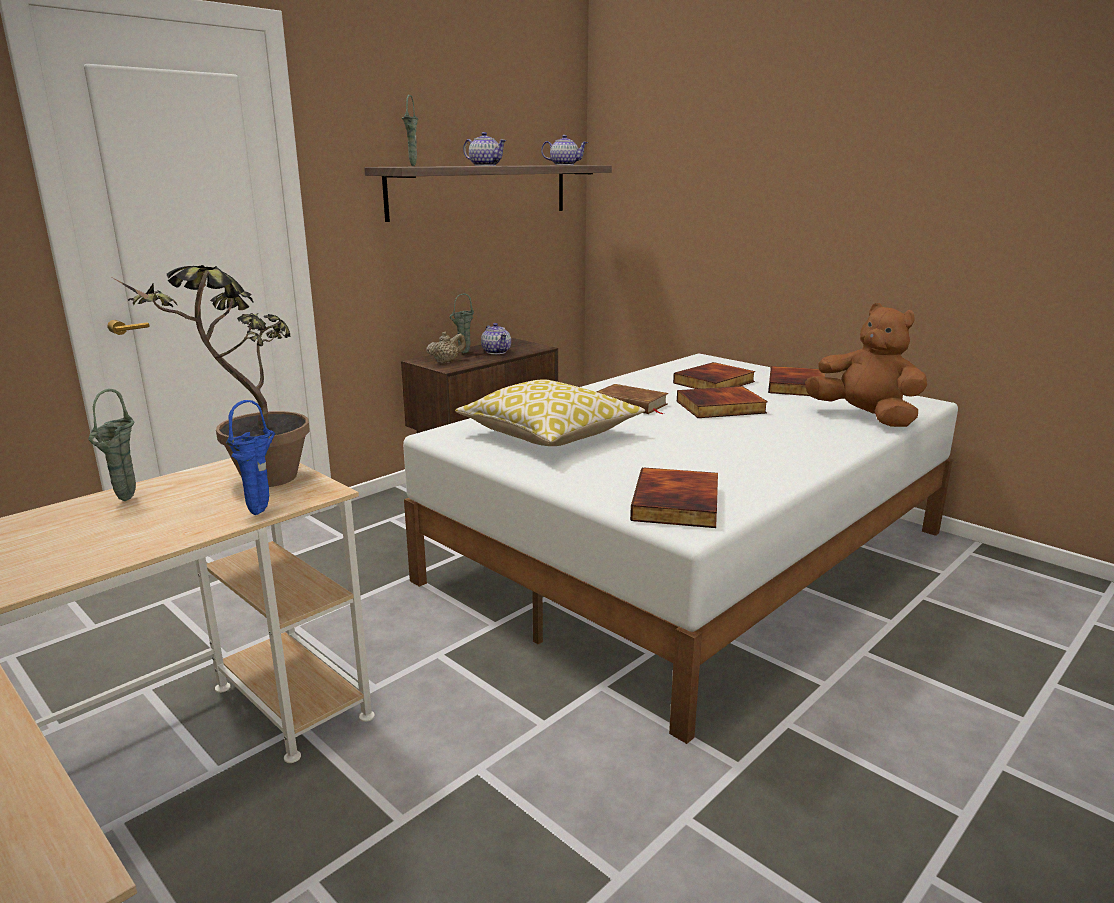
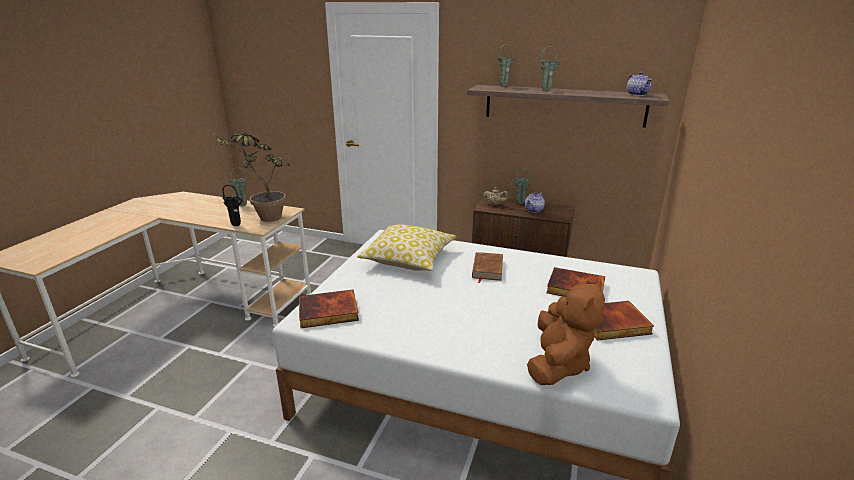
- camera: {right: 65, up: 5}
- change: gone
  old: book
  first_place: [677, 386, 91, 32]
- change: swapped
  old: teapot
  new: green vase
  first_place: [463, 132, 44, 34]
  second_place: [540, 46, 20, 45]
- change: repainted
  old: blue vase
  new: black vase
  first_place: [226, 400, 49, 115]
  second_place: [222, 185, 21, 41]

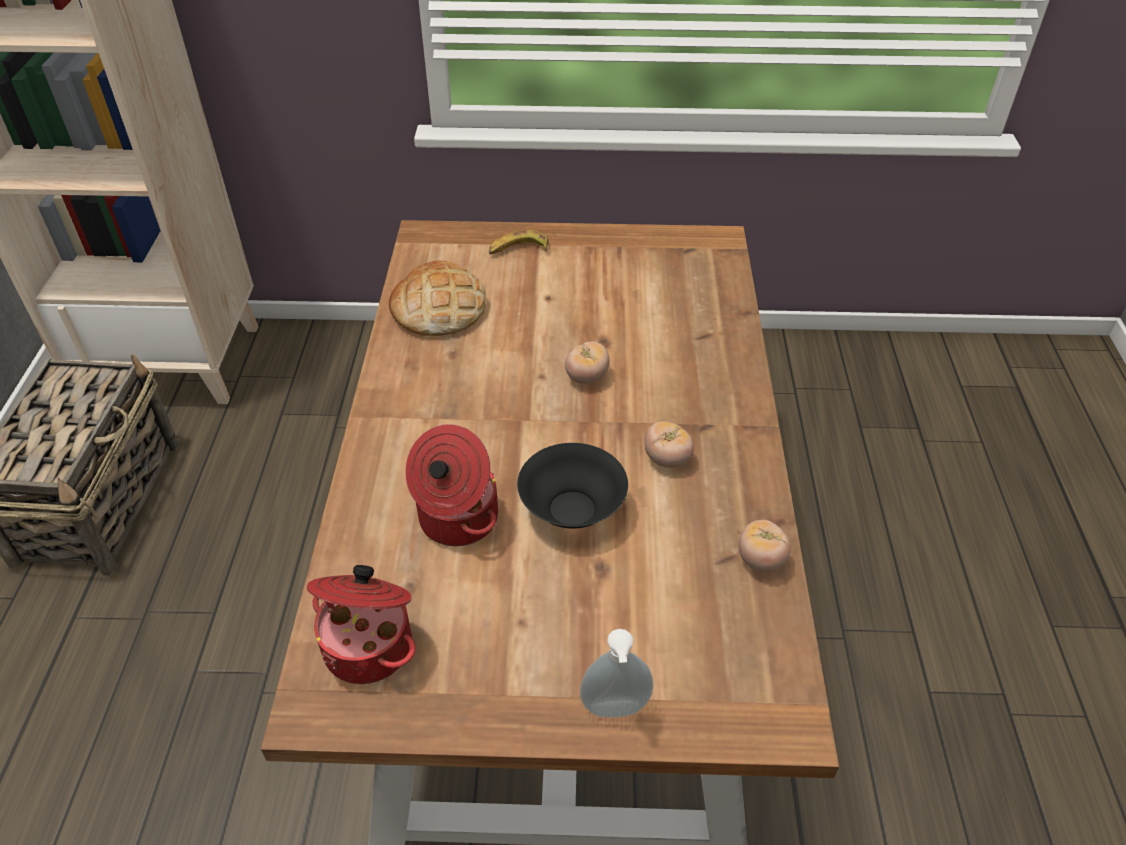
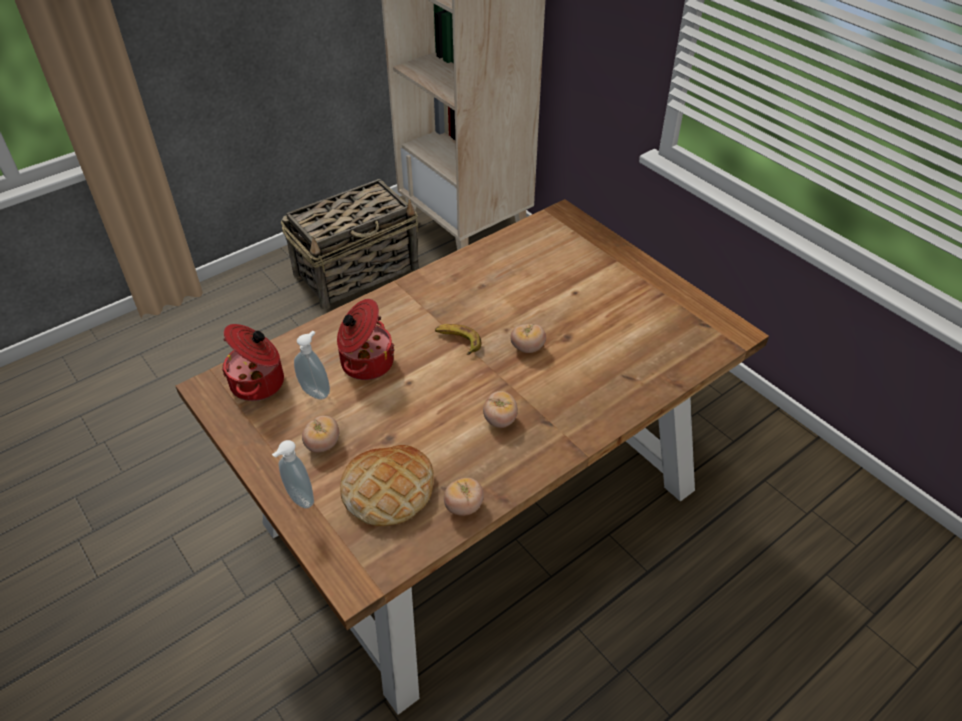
- camera: {right: 50, up: 0}
- change: gone
  old: black bowl
  first_place: [517, 443, 111, 86]
- change: new
  new: soap dispenser
  second_place: [294, 331, 36, 69]
- change: new
  new: tomato
  second_place: [302, 416, 37, 37]
- change: shifted
  old: bread
  first_place: [389, 260, 97, 76]
  second_place: [340, 445, 94, 81]
- change: shifted
  old: banana
  first_place: [489, 229, 60, 26]
  second_place: [435, 324, 47, 31]

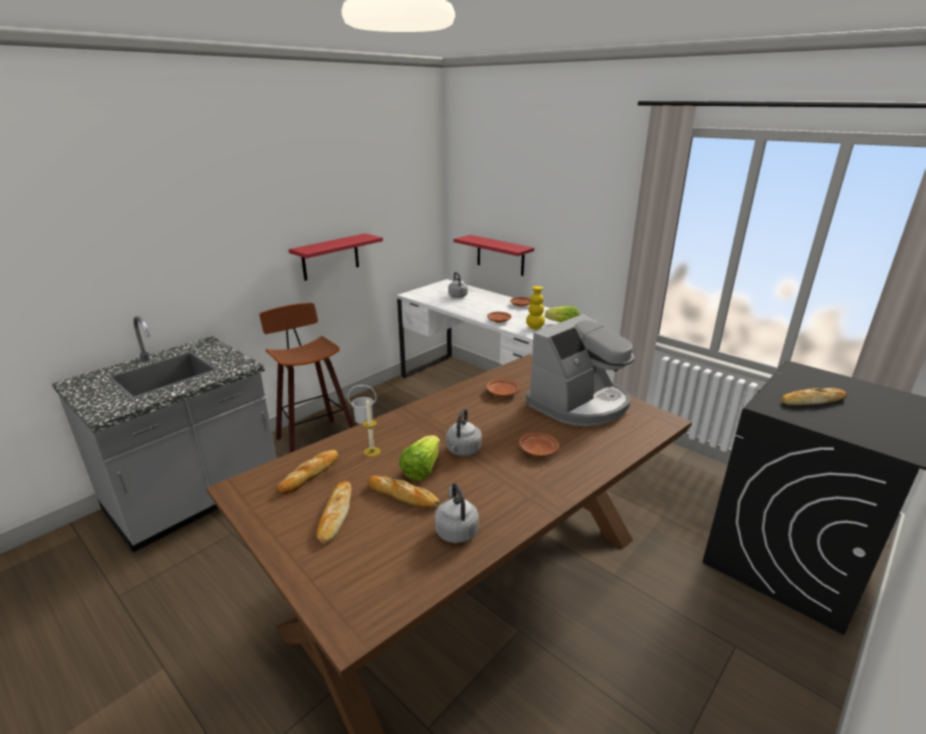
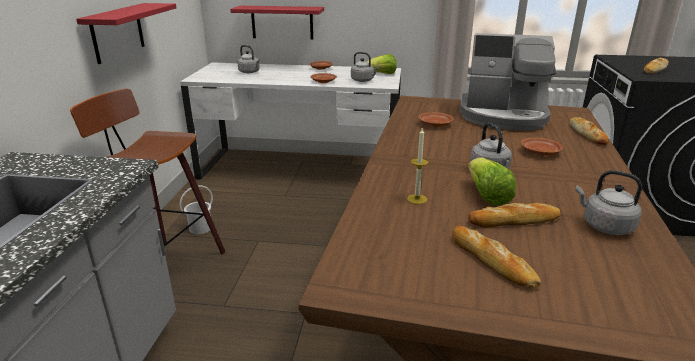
- camera: {right: -35, up: 0}
- change: shifted
  old: bread
  first_place: [276, 450, 63, 44]
  second_place: [569, 117, 40, 28]
- change: swapped
  old: yellow vase
  new: grey kettle
  first_place: [526, 286, 19, 43]
  second_place: [351, 52, 28, 30]
- change: rotated
  old: coffee machine
  first_place: [526, 314, 109, 112]
  second_place: [460, 33, 96, 98]
  degrees: 90

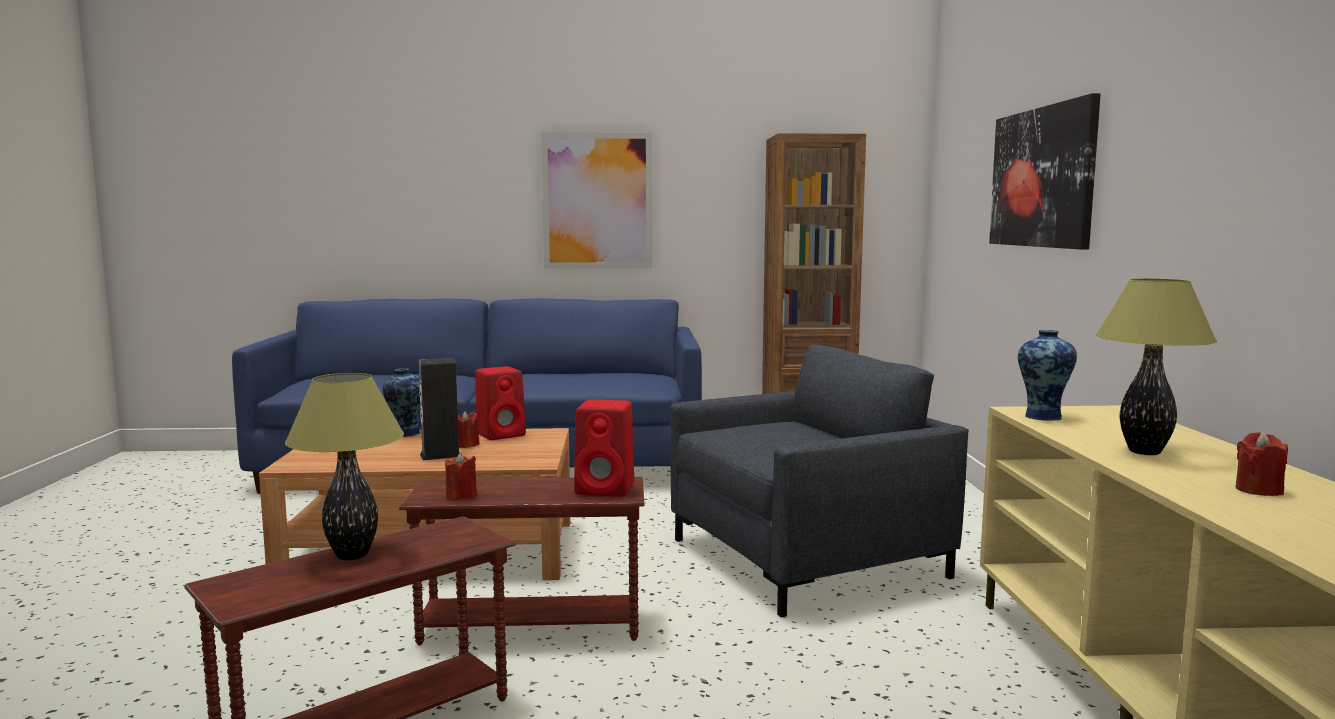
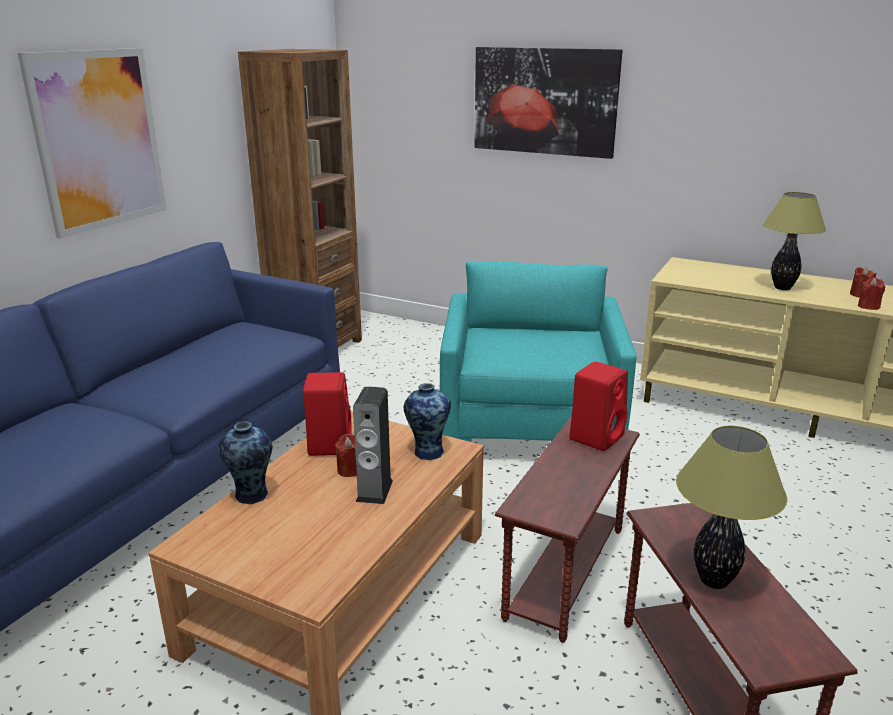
- camera: {right: -60, up: 15}
- change: shifted
  old: red candle
  first_place: [445, 452, 32, 48]
  second_place: [858, 278, 27, 32]
- change: shifted
  old: vase
  first_place: [1018, 330, 59, 91]
  second_place: [404, 383, 47, 77]
- change: repainted
  old: grey armchair
  new: turquoise armchair
  first_place: [670, 344, 299, 273]
  second_place: [440, 261, 197, 181]

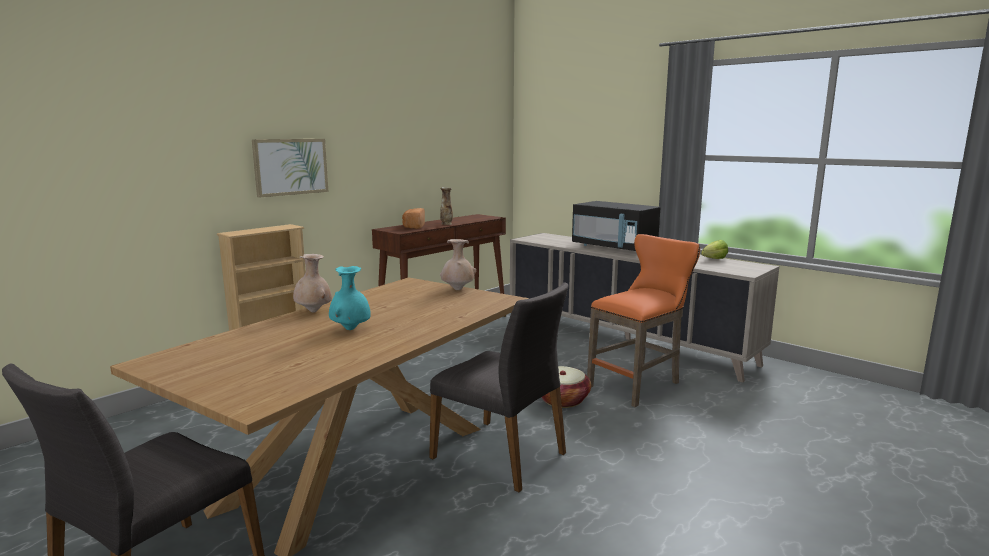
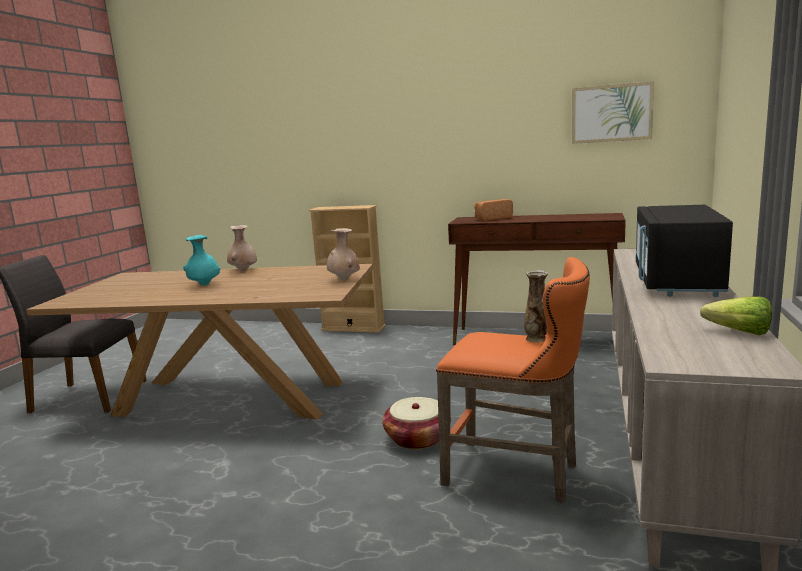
- camera: {right: 65, up: 0}
- change: gone
  old: grey chair
  first_place: [429, 282, 139, 210]
- change: shifted
  old: picture
  first_place: [252, 139, 77, 59]
  second_place: [572, 81, 82, 63]
- change: shifted
  old: vase
  first_place: [440, 187, 13, 38]
  second_place: [524, 270, 25, 73]

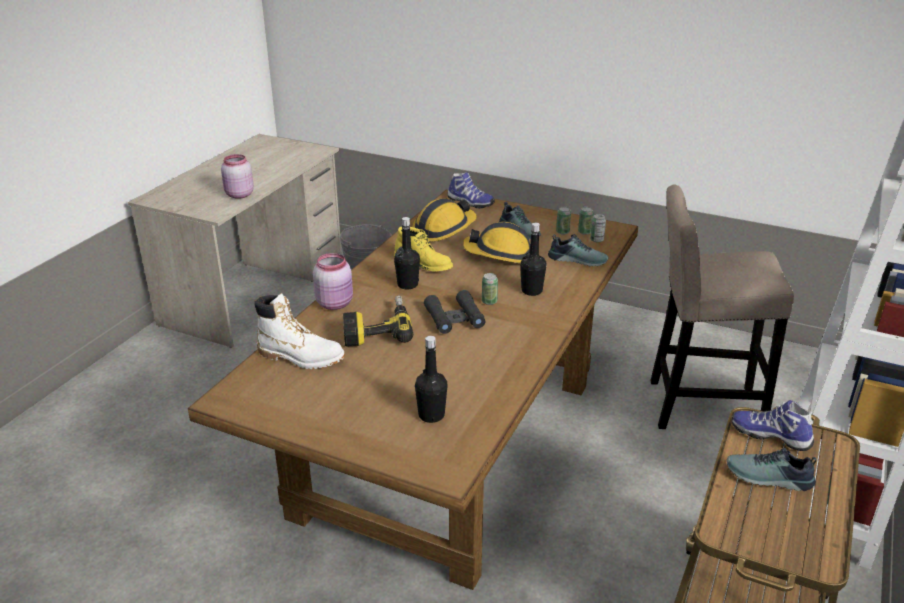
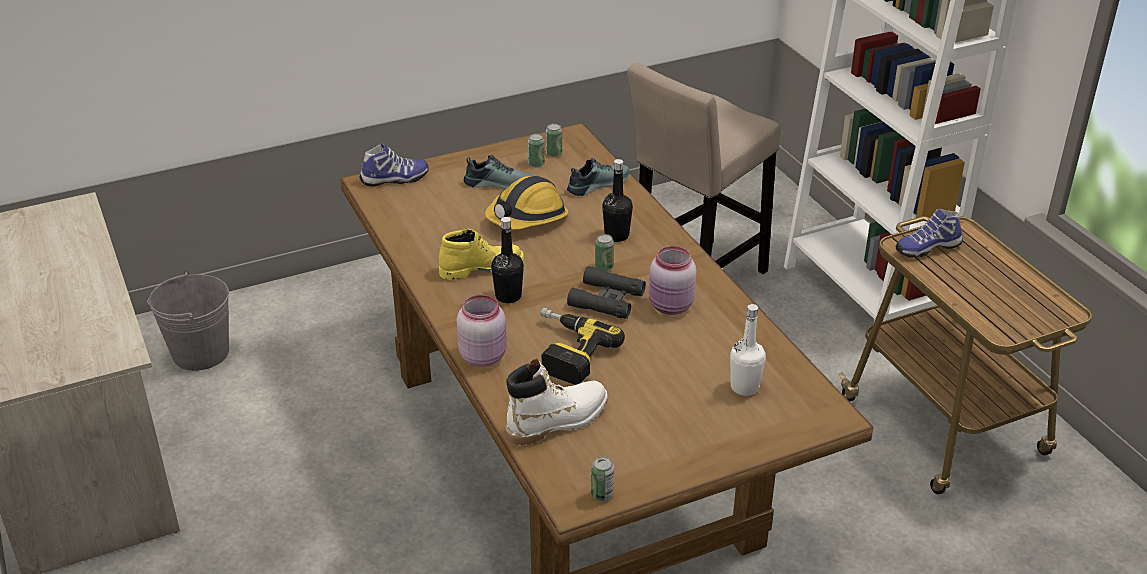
- camera: {right: -50, up: 5}
- change: gone
  old: hard hat
  first_place: [412, 199, 65, 43]
- change: gone
  old: shoe
  first_place: [727, 448, 89, 43]
- change: shifted
  old: pink jar
  first_place: [221, 154, 33, 45]
  second_place: [649, 246, 48, 69]
- change: shifted
  old: can
  first_place: [590, 214, 16, 29]
  second_place: [591, 457, 23, 44]
- change: repainted
  old: black bottle
  new: white bottle
  first_place: [415, 336, 33, 87]
  second_place: [730, 304, 36, 92]

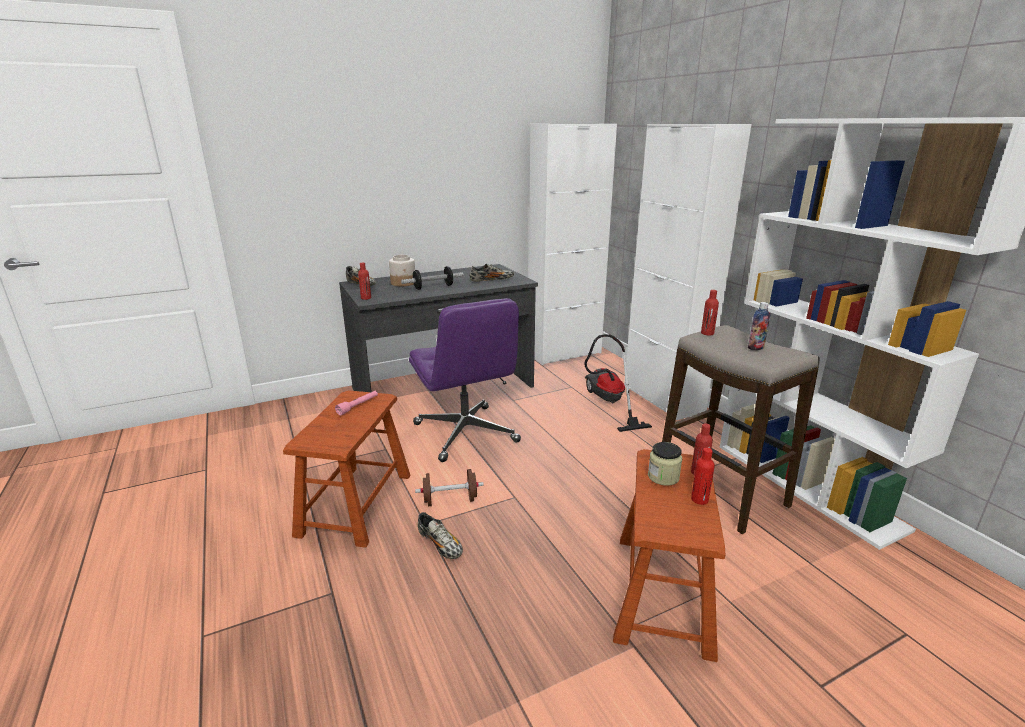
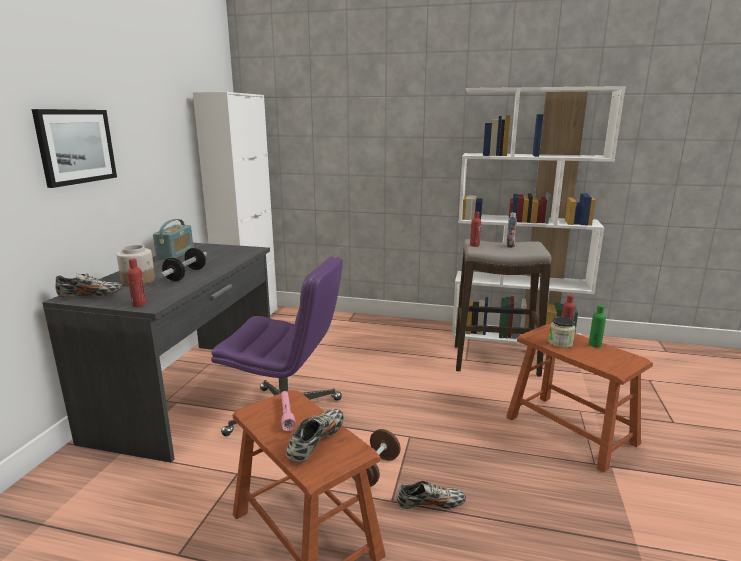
- camera: {right: -50, up: -5}
- change: gone
  old: vacuum cleaner
  first_place: [584, 334, 68, 98]
- change: gone
  old: white cabinet
  first_place: [624, 124, 127, 296]
- change: new
  new: picture
  second_place: [32, 109, 85, 79]
- change: new
  new: radio
  second_place: [153, 219, 41, 41]
- change: shifted
  old: shoe
  first_place: [470, 264, 44, 18]
  second_place: [286, 409, 58, 54]
- change: repainted
  old: red bottle
  new: green bottle
  first_place: [691, 448, 24, 57]
  second_place: [589, 305, 17, 42]

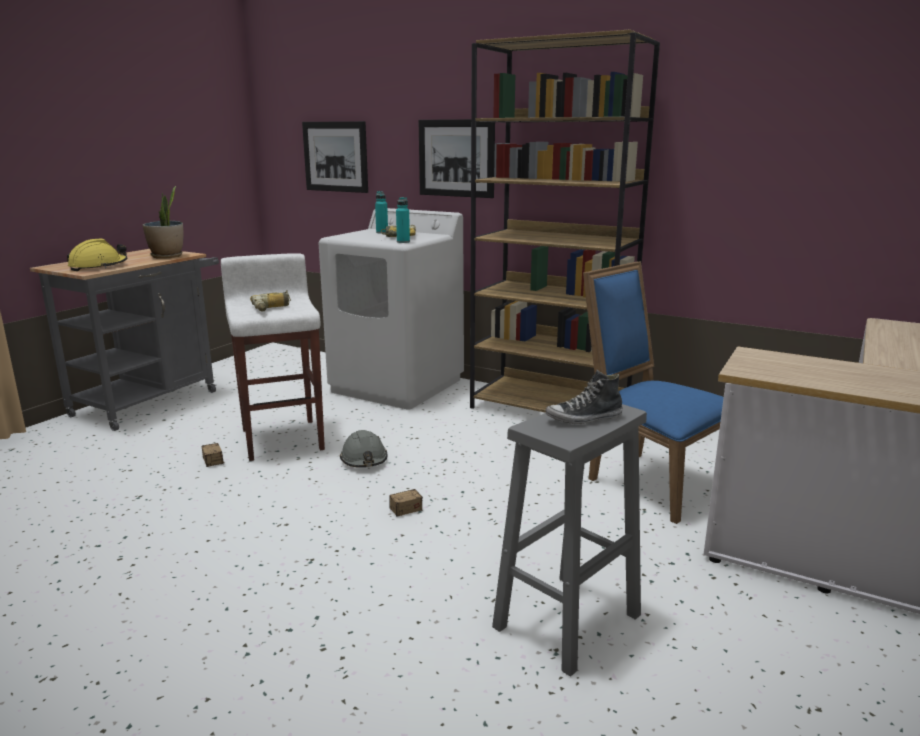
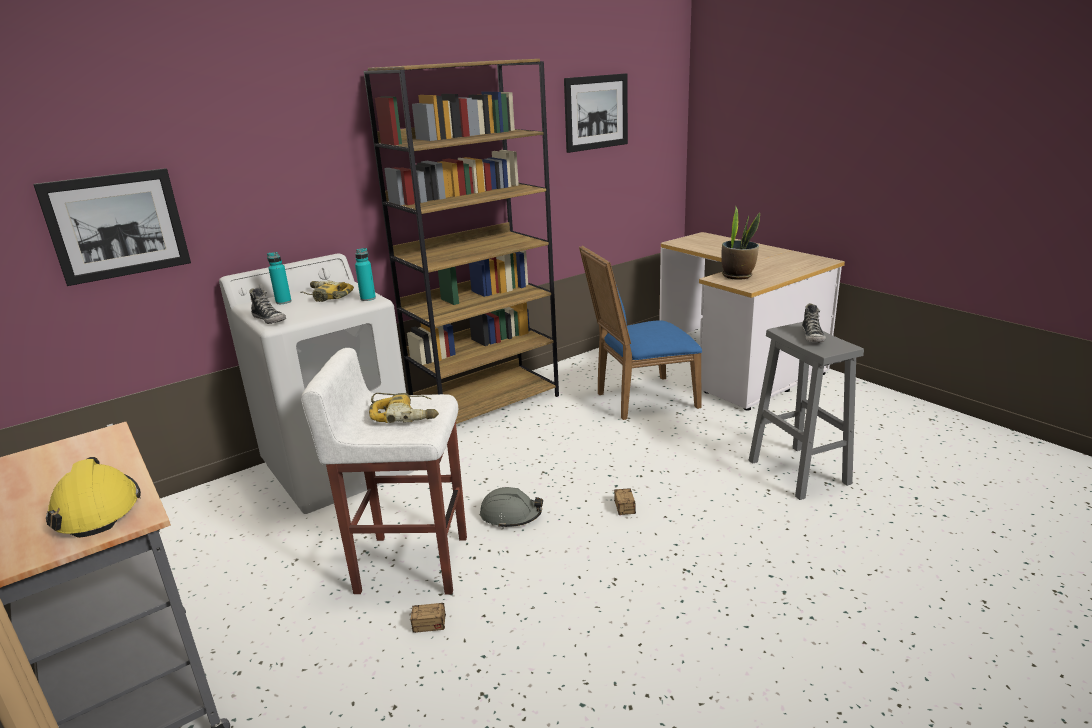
- camera: {right: -65, up: 5}
- change: new
  new: shoe
  second_place: [249, 287, 37, 37]
- change: shifted
  old: potted plant
  first_place: [143, 186, 41, 73]
  second_place: [721, 207, 39, 73]
- change: shifted
  old: picture
  first_place: [419, 119, 76, 79]
  second_place: [564, 73, 64, 80]

